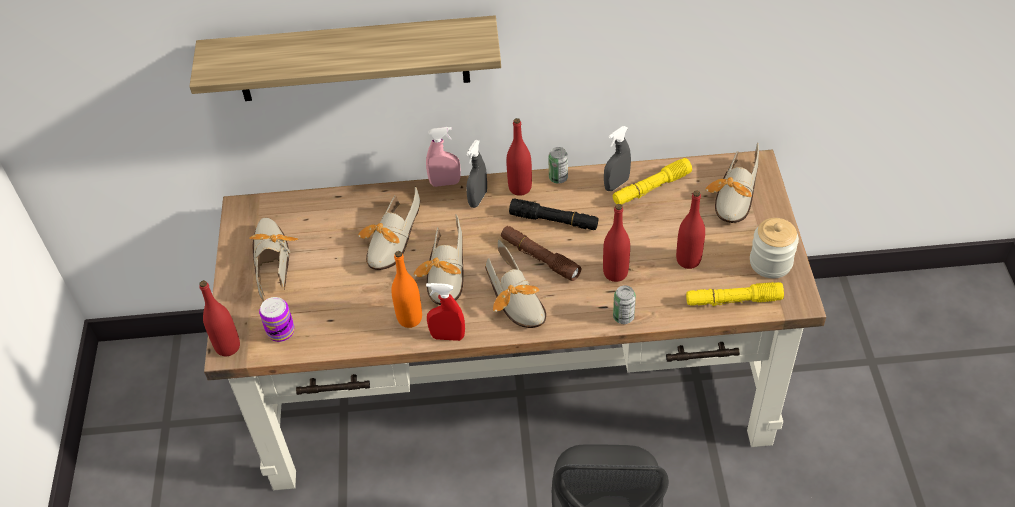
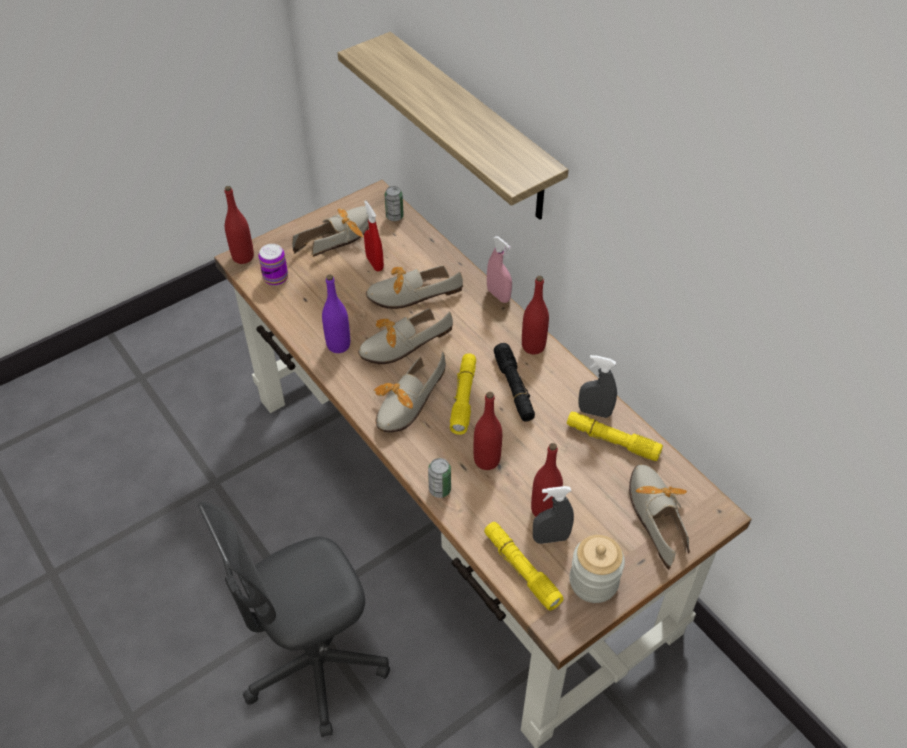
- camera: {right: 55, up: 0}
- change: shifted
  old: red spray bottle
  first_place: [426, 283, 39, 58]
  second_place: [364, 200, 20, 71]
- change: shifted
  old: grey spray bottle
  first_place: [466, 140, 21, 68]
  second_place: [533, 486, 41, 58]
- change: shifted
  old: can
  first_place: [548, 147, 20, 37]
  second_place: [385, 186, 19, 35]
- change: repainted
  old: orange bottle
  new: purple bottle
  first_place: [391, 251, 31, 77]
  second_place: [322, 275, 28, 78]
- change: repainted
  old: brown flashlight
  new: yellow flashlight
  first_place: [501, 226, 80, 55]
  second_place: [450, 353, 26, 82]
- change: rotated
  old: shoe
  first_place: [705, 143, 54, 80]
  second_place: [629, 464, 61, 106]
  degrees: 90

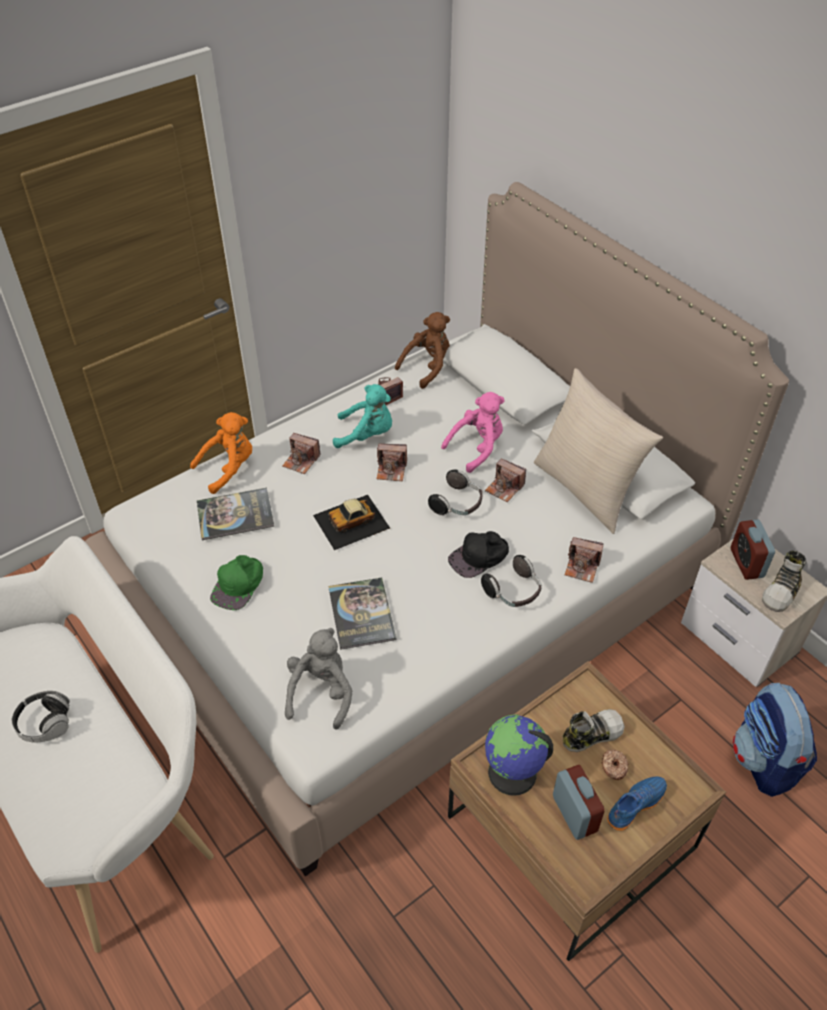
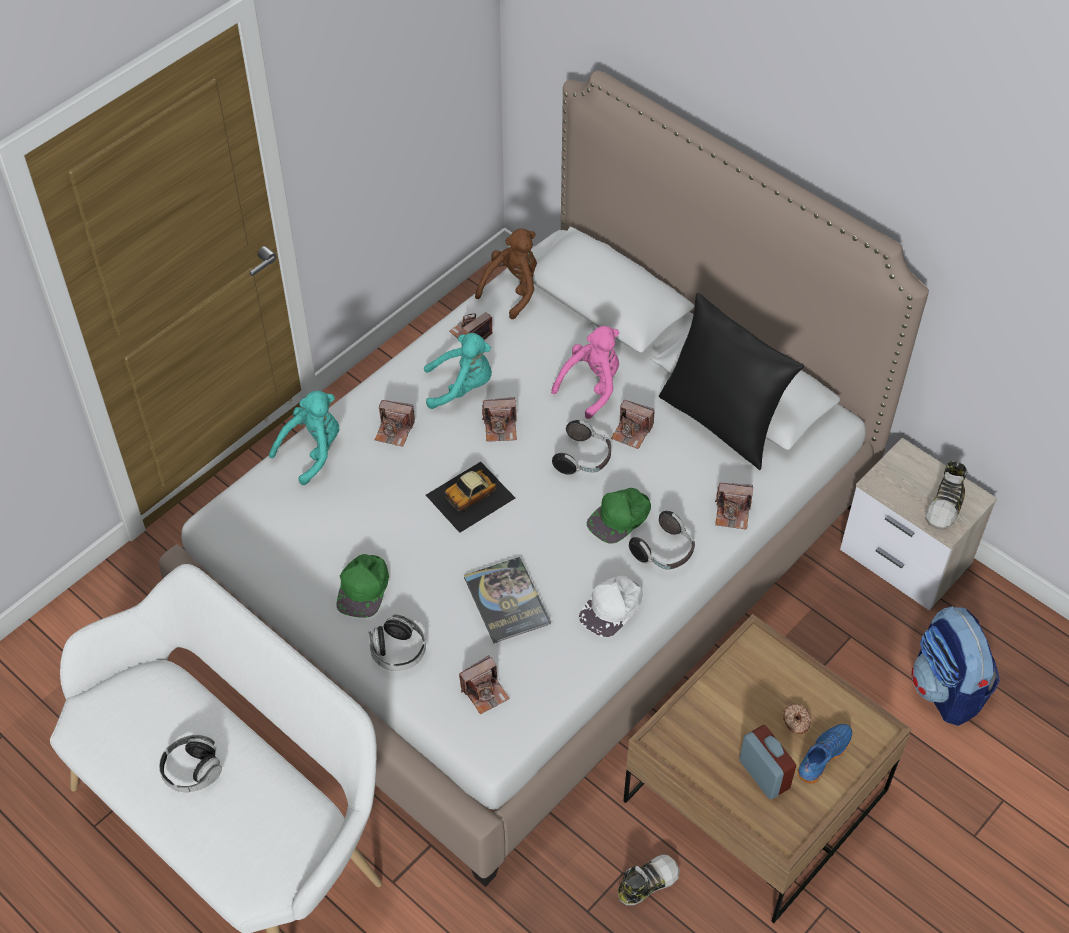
- camera: {right: -10, up: 5}
- change: gone
  old: book
  first_place: [197, 488, 77, 52]
- change: gone
  old: globe
  first_place: [485, 715, 68, 81]
- change: gone
  old: alarm clock
  first_place: [731, 519, 44, 61]
- change: new
  new: headphones
  second_place: [369, 614, 57, 57]
- change: new
  new: white cap
  second_place: [579, 576, 64, 61]
- change: shifted
  old: shoe
  first_place: [563, 709, 62, 43]
  second_place: [618, 854, 62, 52]
- change: swapped
  old: grey plush toy
  new: photo camera
  first_place: [285, 628, 67, 102]
  second_place: [459, 655, 51, 59]
- change: repainted
  old: orange plush toy
  new: turquoise plush toy
  first_place: [190, 412, 62, 82]
  second_place: [269, 391, 70, 94]
- change: repainted
  old: black cap
  new: green cap
  first_place: [448, 531, 61, 47]
  second_place: [587, 488, 64, 56]
- change: repainted
  old: beige pillow
  new: black pillow
  first_place: [534, 368, 129, 166]
  second_place: [659, 293, 145, 177]

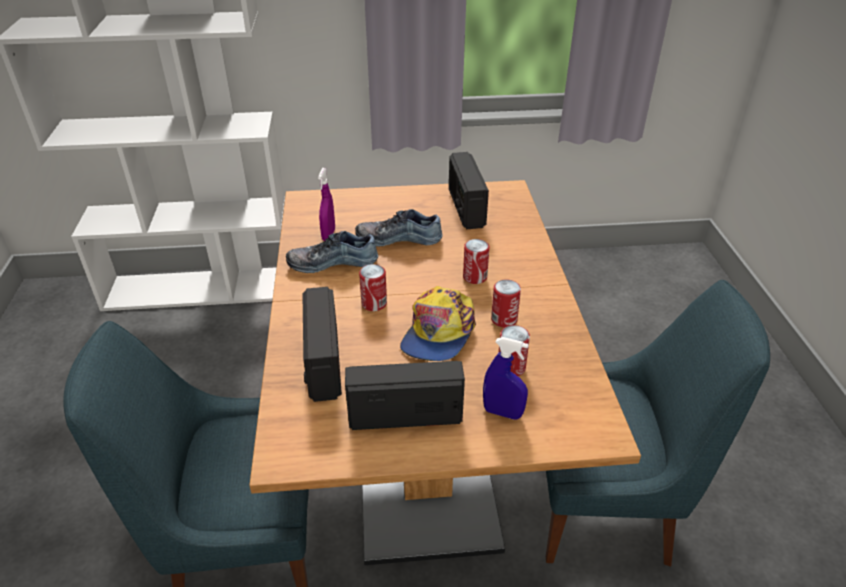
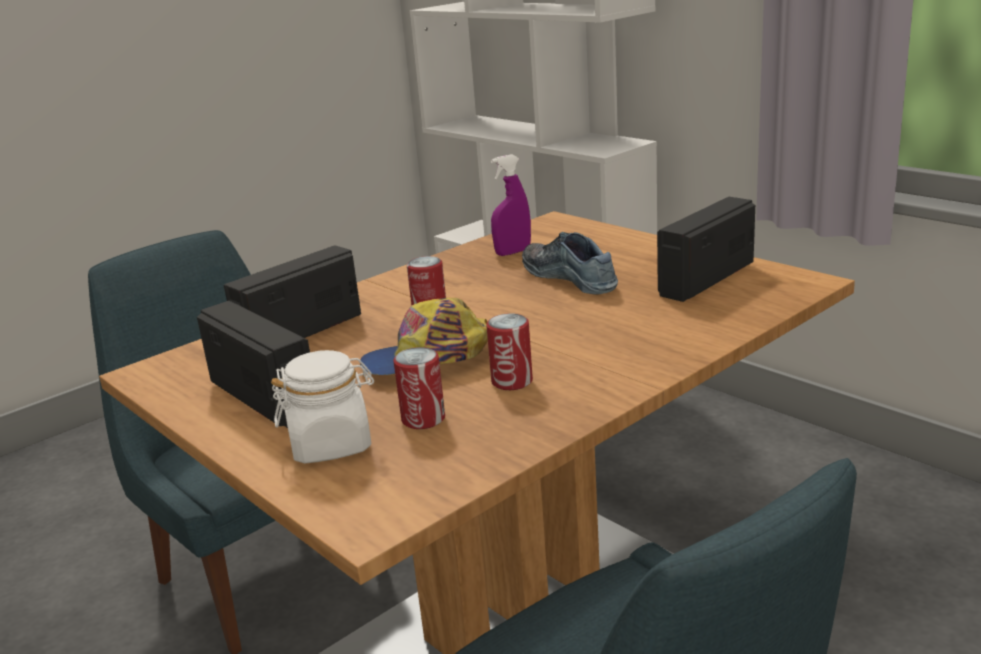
- camera: {right: 55, up: -15}
- change: gone
  old: shoe
  first_place: [286, 231, 92, 42]
- change: gone
  old: can
  first_place: [463, 239, 27, 45]
- change: swapped
  old: blue spray bottle
  new: white jar
  first_place: [483, 337, 46, 83]
  second_place: [271, 350, 103, 114]

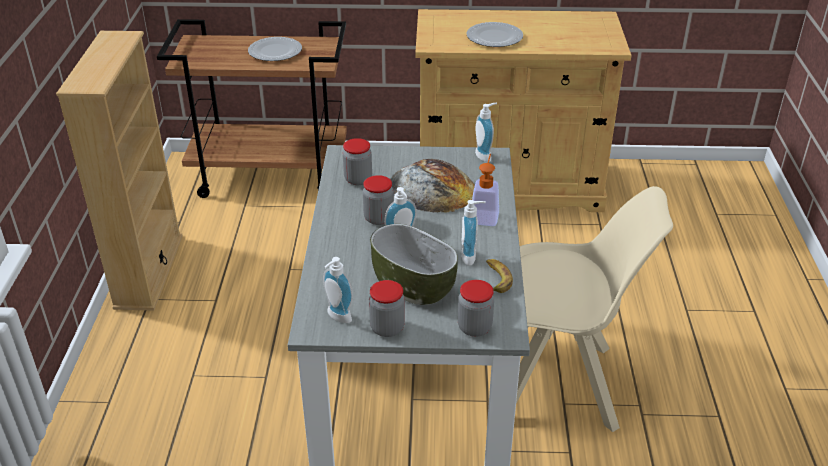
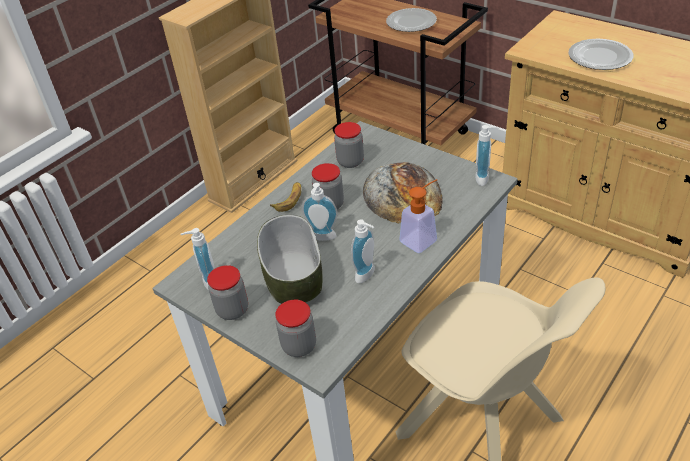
- camera: {right: 40, up: 5}
- change: shifted
  old: banana
  first_place: [486, 259, 27, 34]
  second_place: [270, 182, 31, 30]

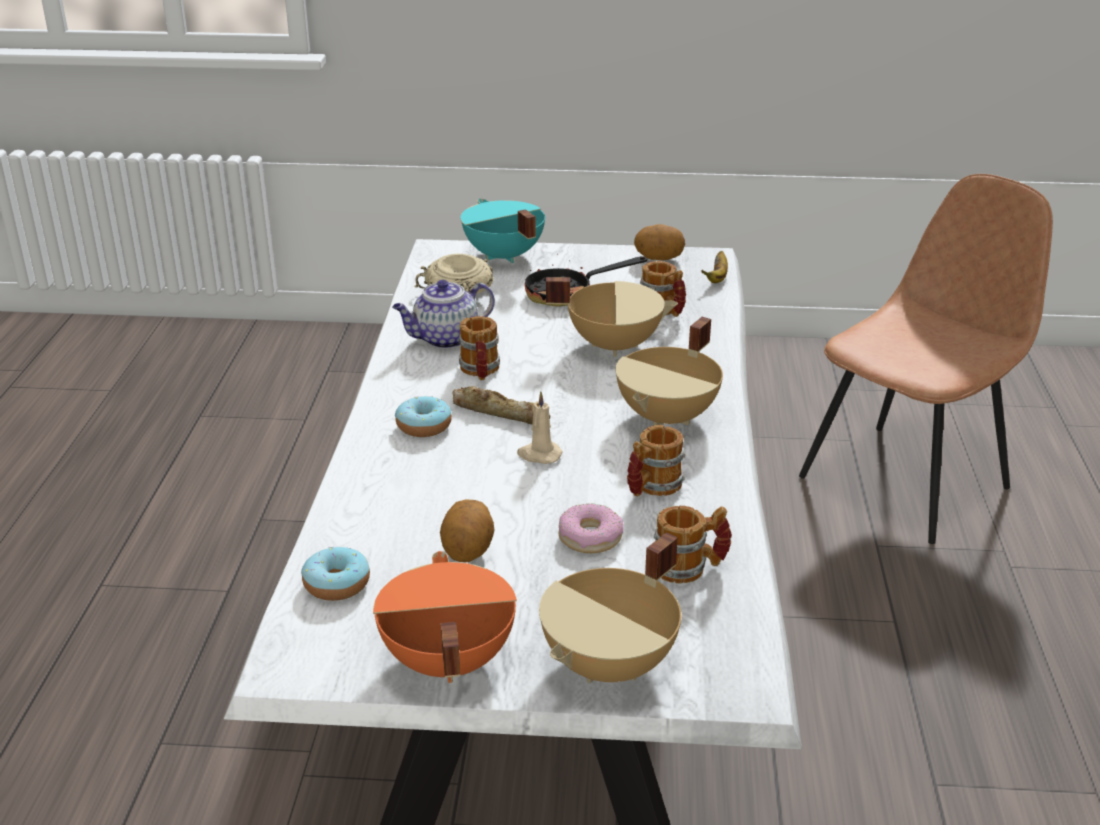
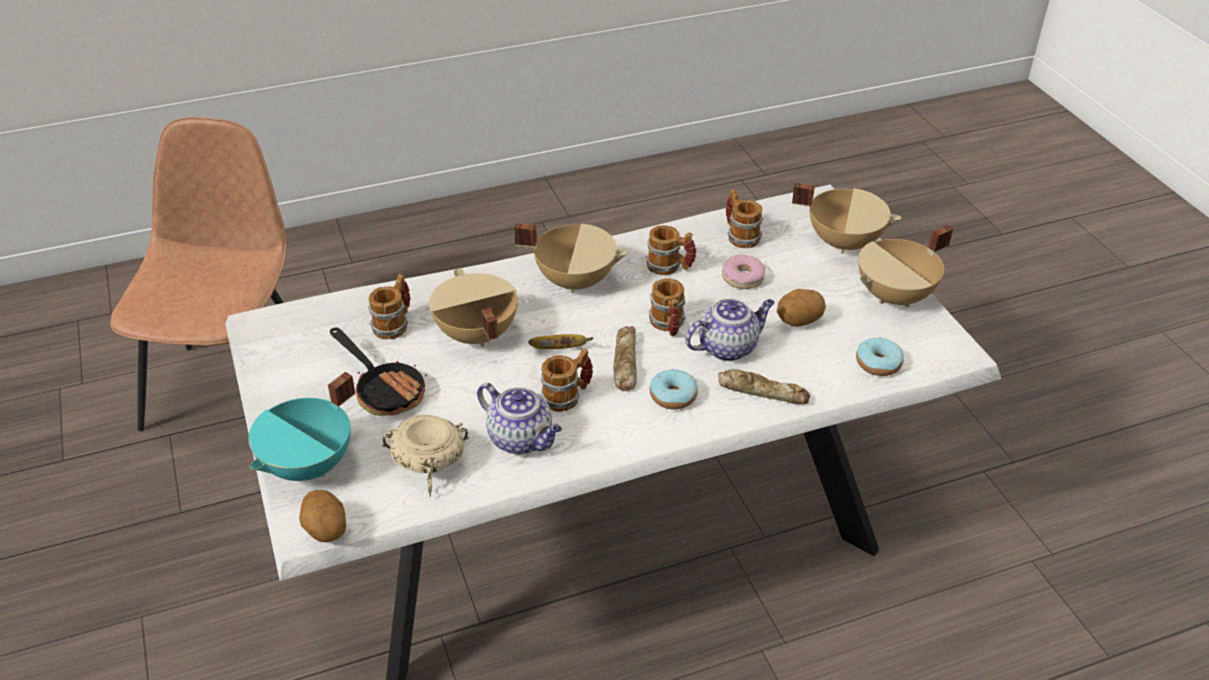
- camera: {right: -115, up: 10}
- change: new
  new: teapot
  second_place: [685, 298, 90, 63]
- change: new
  new: bread
  second_place: [718, 369, 92, 35]
- change: shifted
  old: potato
  first_place: [634, 224, 51, 36]
  second_place: [299, 490, 47, 52]
- change: shifted
  old: banana
  first_place: [701, 251, 27, 32]
  second_place: [528, 334, 65, 15]
- change: swapped
  old: beige candle
  new: mug
  first_place: [517, 391, 46, 73]
  second_place: [649, 278, 36, 58]
- change: repainted
  old: orange cooking pot
  new: beige cooking pot
  first_place: [373, 551, 144, 132]
  second_place: [859, 225, 94, 82]
- change: rotated
  old: brown chair
  first_place: [799, 174, 254, 370]
  second_place: [110, 117, 177, 314]
  degrees: 75

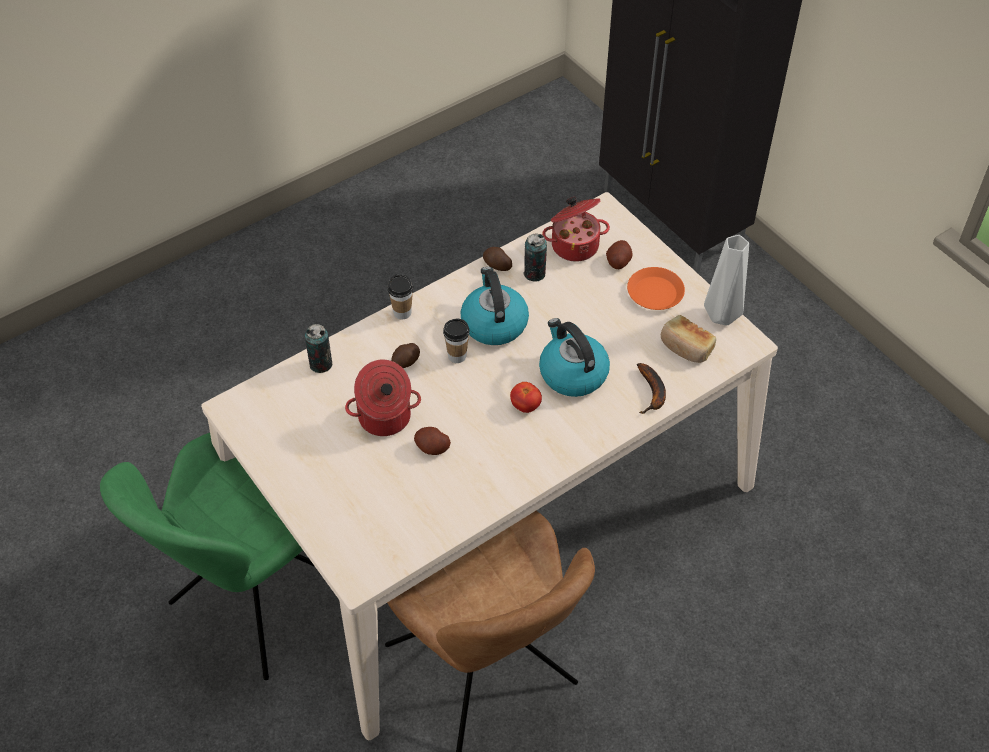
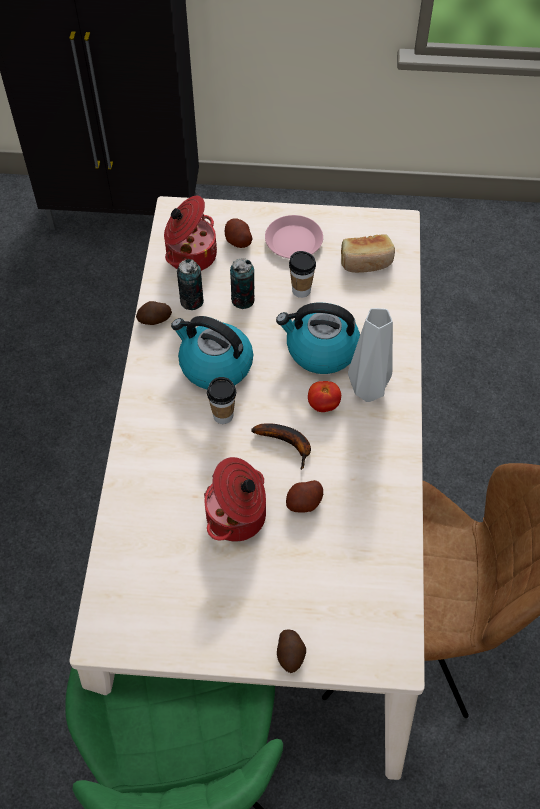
- camera: {right: -50, up: 5}
- change: shifted
  old: can
  first_place: [305, 324, 27, 49]
  second_place: [230, 258, 25, 51]
- change: shifted
  old: cup
  first_place: [388, 274, 25, 45]
  second_place: [289, 251, 27, 47]
- change: shifted
  old: potato
  first_place: [391, 343, 29, 25]
  second_place: [277, 630, 29, 43]
- change: shifted
  old: banana
  first_place: [637, 363, 29, 51]
  second_place: [251, 423, 60, 47]
- change: shifted
  old: grey vase
  first_place: [704, 235, 45, 91]
  second_place: [348, 308, 45, 94]
- change: repainted
  old: orange plate
  new: pink plate
  first_place: [627, 267, 58, 43]
  second_place: [265, 215, 58, 44]

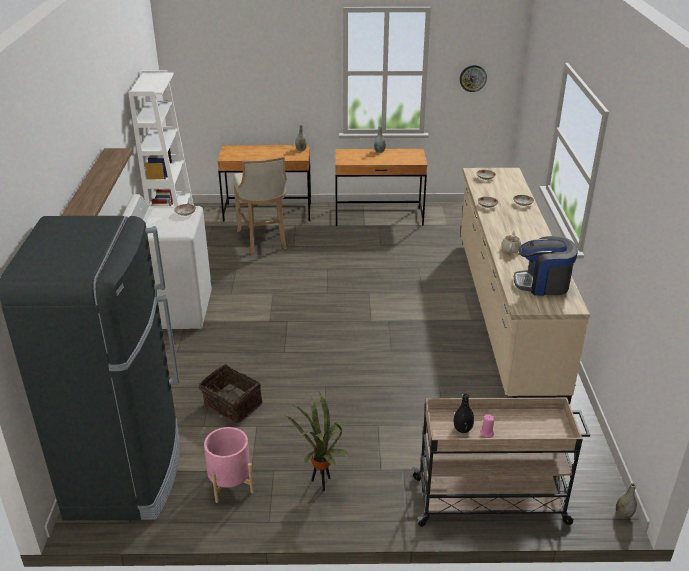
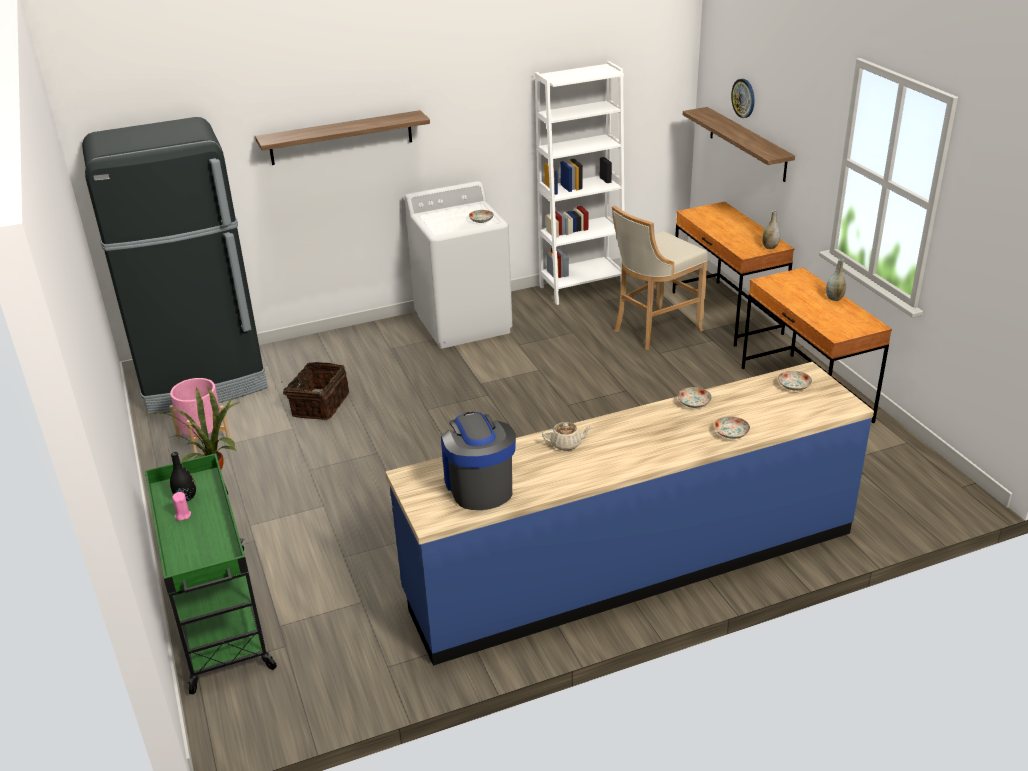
- camera: {right: 70, up: 0}
- change: gone
  old: grey vase
  first_place: [616, 483, 21, 35]
- change: new
  new: shelf
  second_place: [683, 107, 112, 75]
- change: shifted
  old: wall clock
  first_place: [460, 65, 27, 27]
  second_place: [731, 79, 24, 39]
- change: repainted
  old: beige cart
  new: green cart
  first_place: [412, 398, 178, 129]
  second_place: [145, 453, 132, 241]
- change: repainted
  old: beige counter
  new: blue counter
  first_place: [461, 168, 129, 236]
  second_place: [385, 362, 489, 304]

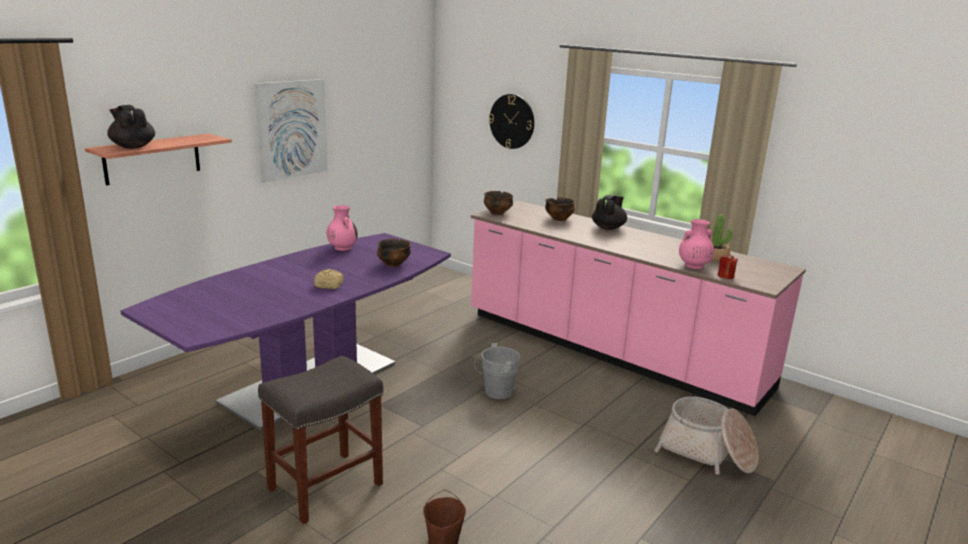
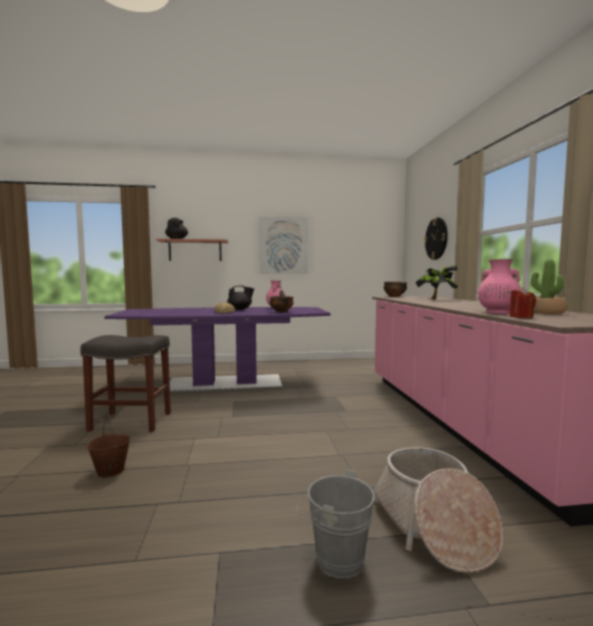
- camera: {right: 45, up: -15}
- change: shifted
  old: grey bucket
  first_place: [474, 343, 46, 56]
  second_place: [296, 469, 79, 109]
- change: shifted
  old: black teapot
  first_place: [592, 195, 35, 35]
  second_place: [227, 285, 27, 25]
- change: swapped
  old: bowl
  new: potted plant
  first_place: [545, 198, 30, 23]
  second_place: [415, 265, 43, 34]

